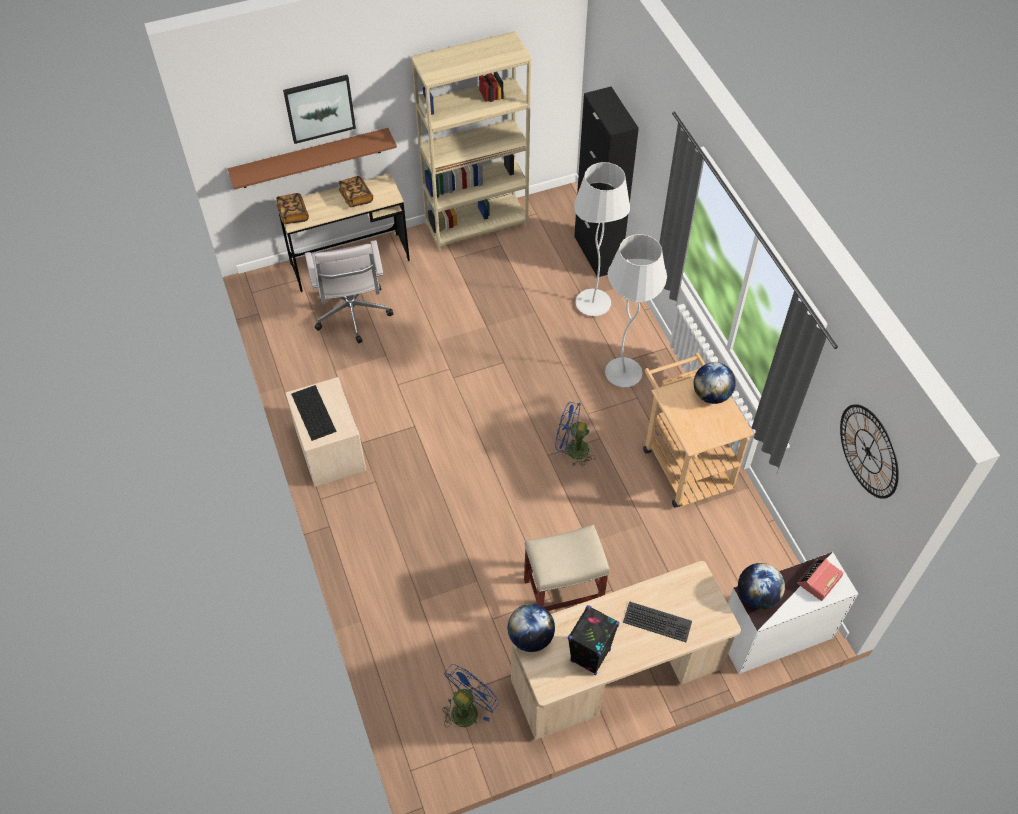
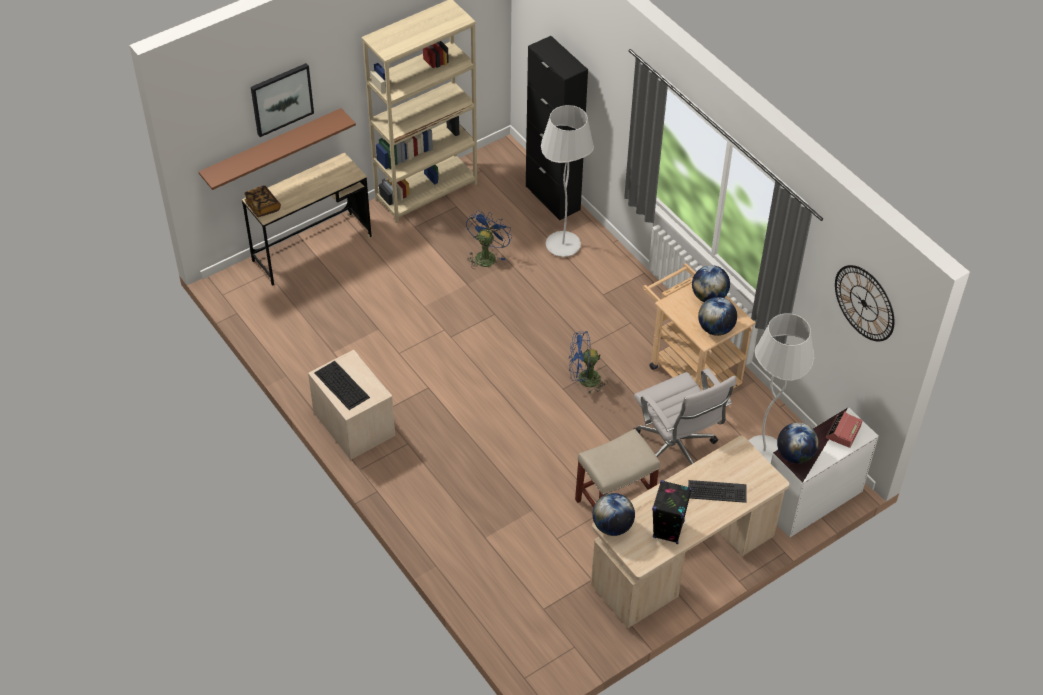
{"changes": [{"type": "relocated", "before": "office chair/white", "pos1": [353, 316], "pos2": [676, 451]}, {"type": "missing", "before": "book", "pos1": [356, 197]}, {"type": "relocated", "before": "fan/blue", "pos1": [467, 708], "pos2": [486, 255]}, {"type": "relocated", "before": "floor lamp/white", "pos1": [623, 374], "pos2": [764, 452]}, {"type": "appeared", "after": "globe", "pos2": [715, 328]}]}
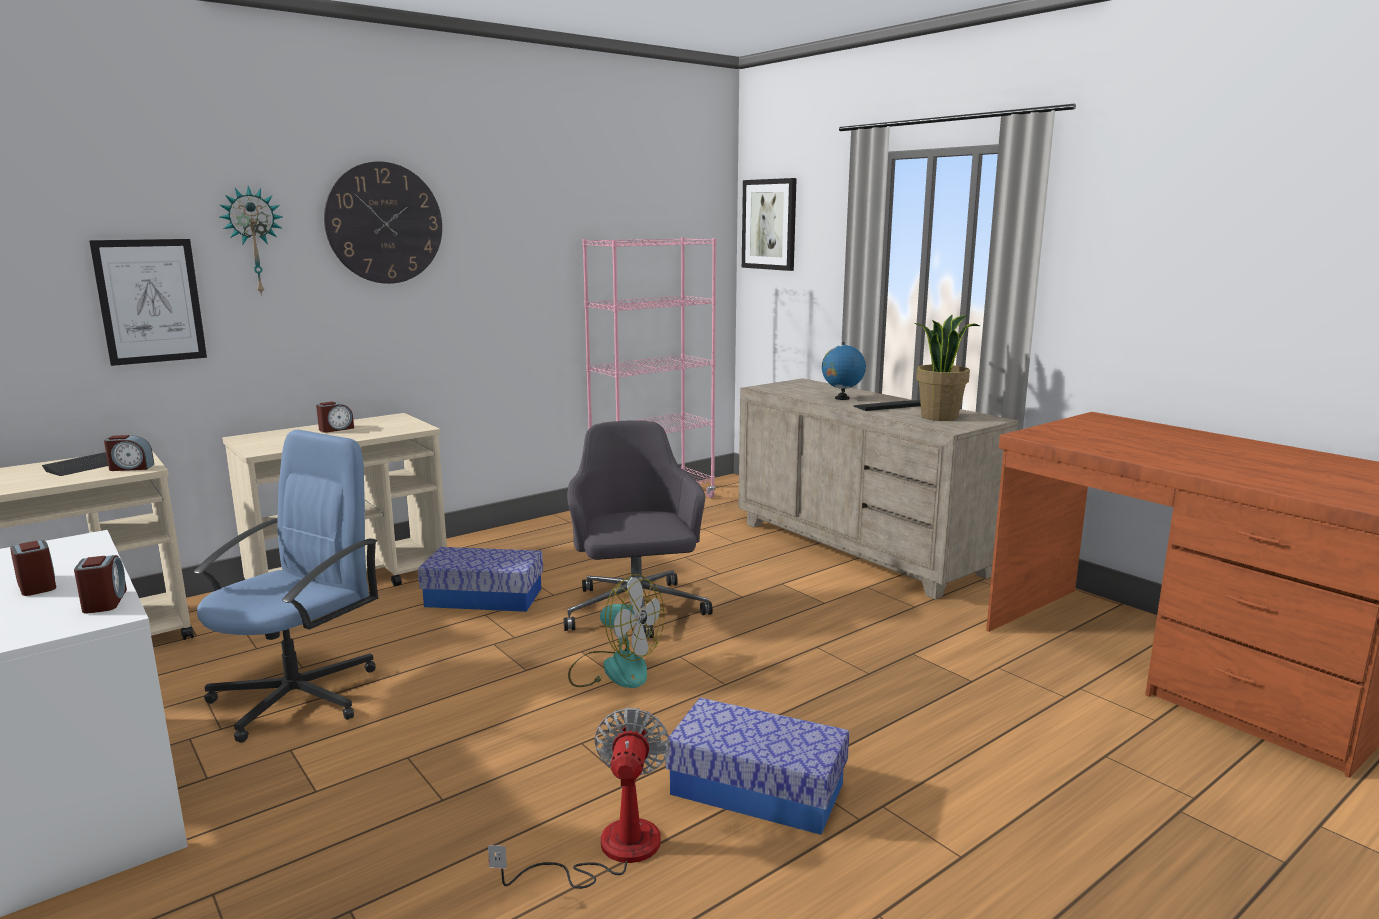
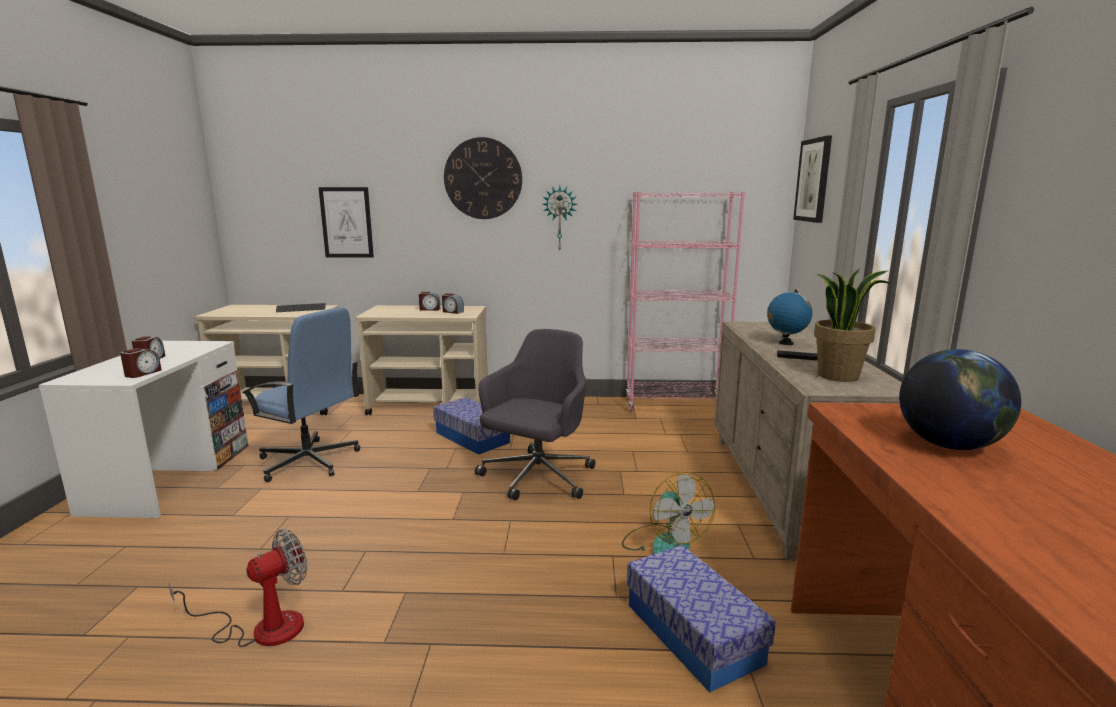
{"changes": [{"type": "relocated", "before": "alarm clock", "pos1": [131, 468], "pos2": [452, 312]}, {"type": "spun", "before": "office chair/blue", "pos1": [298, 696], "pos2": [309, 461], "turn": 45}, {"type": "relocated", "before": "wall clock", "pos1": [253, 241], "pos2": [559, 218]}, {"type": "relocated", "before": "fan", "pos1": [614, 668], "pos2": [664, 544]}, {"type": "relocated", "before": "storage box", "pos1": [756, 789], "pos2": [692, 633]}, {"type": "appeared", "after": "globe", "pos2": [949, 445]}]}
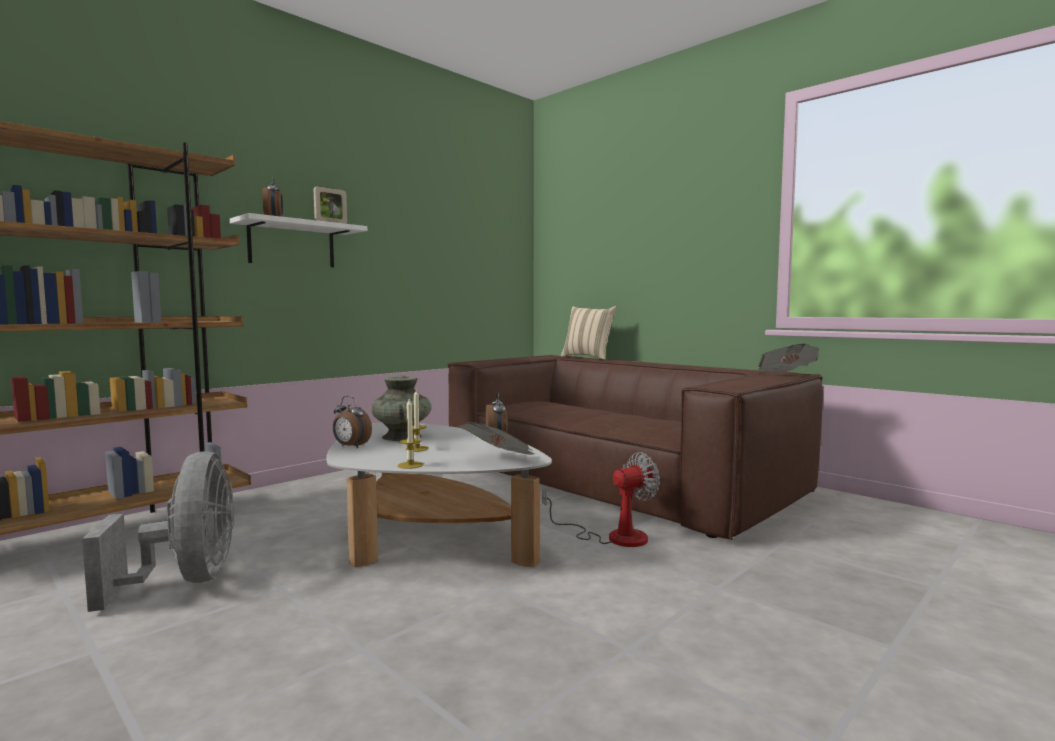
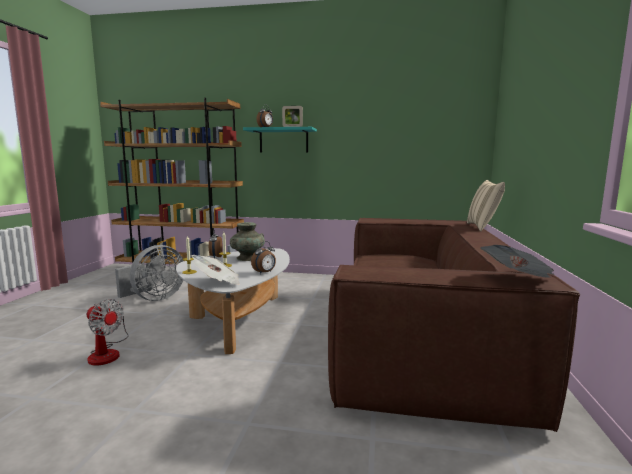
{"changes": [{"type": "colour", "before": "shelf/white", "after": "shelf/turquoise", "pos1": [292, 245], "pos2": [283, 140]}, {"type": "relocated", "before": "fan", "pos1": [613, 537], "pos2": [107, 353]}]}
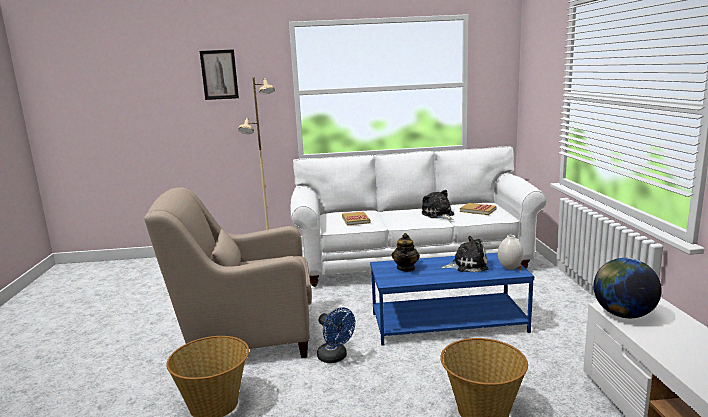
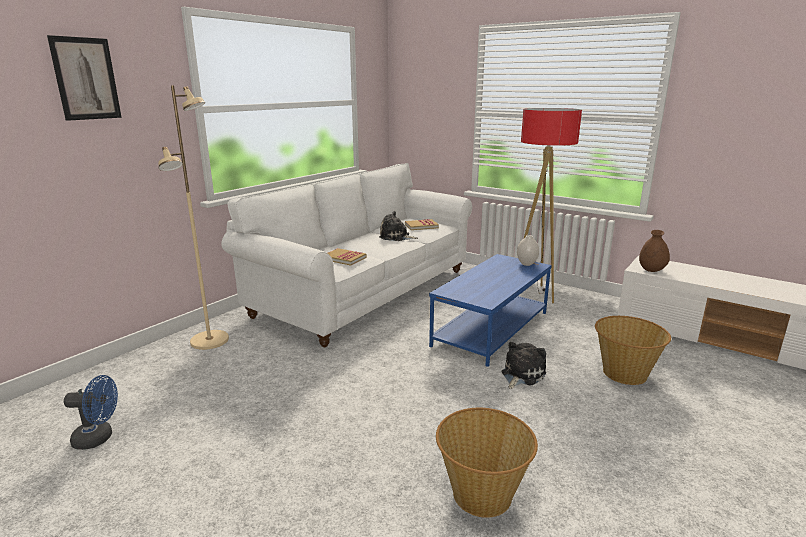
{"changes": [{"type": "missing", "before": "armchair/beige", "pos1": [246, 337]}, {"type": "relocated", "before": "fan/blue", "pos1": [335, 358], "pos2": [99, 438]}, {"type": "missing", "before": "teapot", "pos1": [406, 268]}, {"type": "relocated", "before": "plush toy", "pos1": [467, 265], "pos2": [521, 374]}, {"type": "exchanged", "before": "globe", "after": "vase/brown", "pos1": [623, 314], "pos2": [651, 270]}, {"type": "appeared", "after": "floor lamp", "pos2": [534, 294]}]}
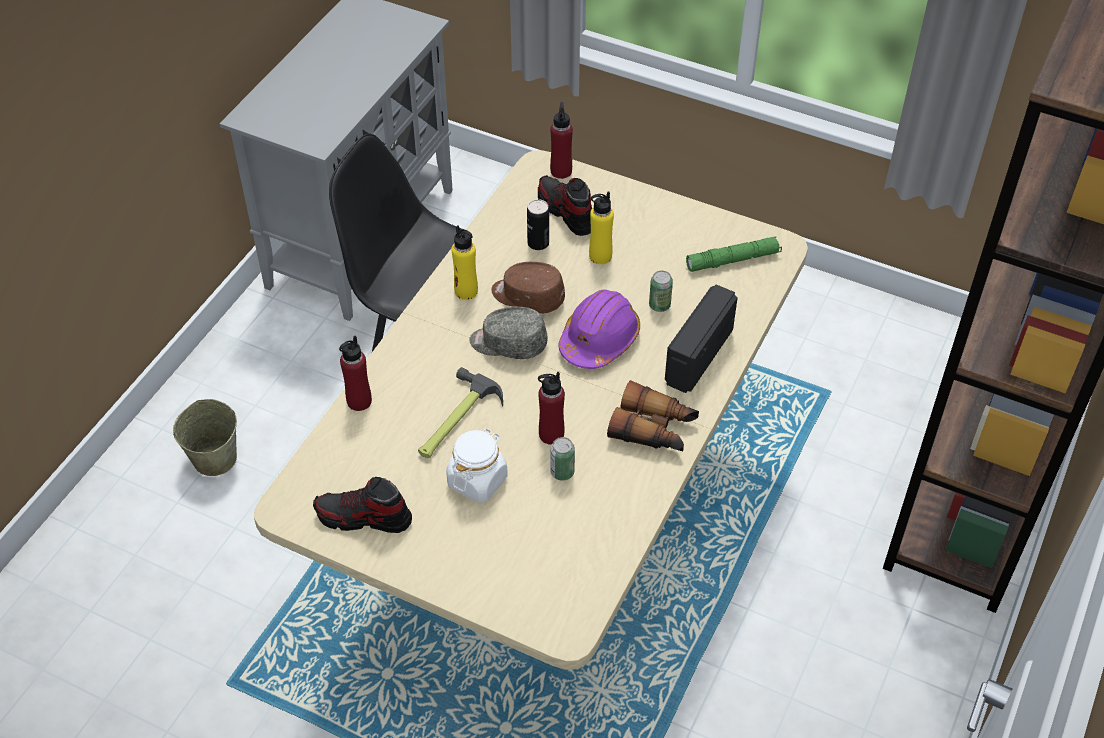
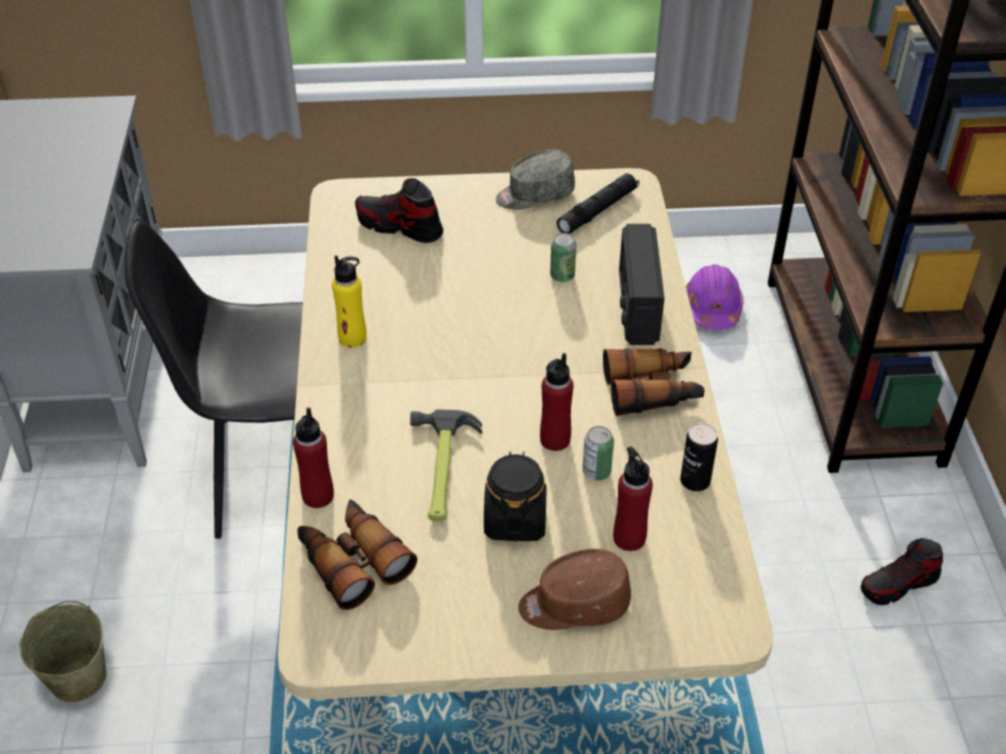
{"changes": [{"type": "relocated", "before": "shoe", "pos1": [363, 518], "pos2": [898, 584]}, {"type": "colour", "before": "jar/white", "after": "jar/black", "pos1": [477, 480], "pos2": [515, 519]}, {"type": "relocated", "before": "cap/grey", "pos1": [508, 343], "pos2": [534, 194]}, {"type": "relocated", "before": "cap/brown", "pos1": [527, 297], "pos2": [574, 604]}, {"type": "relocated", "before": "can", "pos1": [538, 243], "pos2": [695, 481]}, {"type": "relocated", "before": "bottle/red", "pos1": [561, 171], "pos2": [629, 538]}, {"type": "relocated", "before": "hard hat/purple", "pos1": [599, 340], "pos2": [712, 308]}, {"type": "missing", "before": "bottle/yellow", "pos1": [600, 256]}, {"type": "colour", "before": "flashlight/green", "after": "flashlight/black", "pos1": [733, 260], "pos2": [598, 210]}, {"type": "appeared", "after": "binoculars", "pos2": [352, 561]}]}
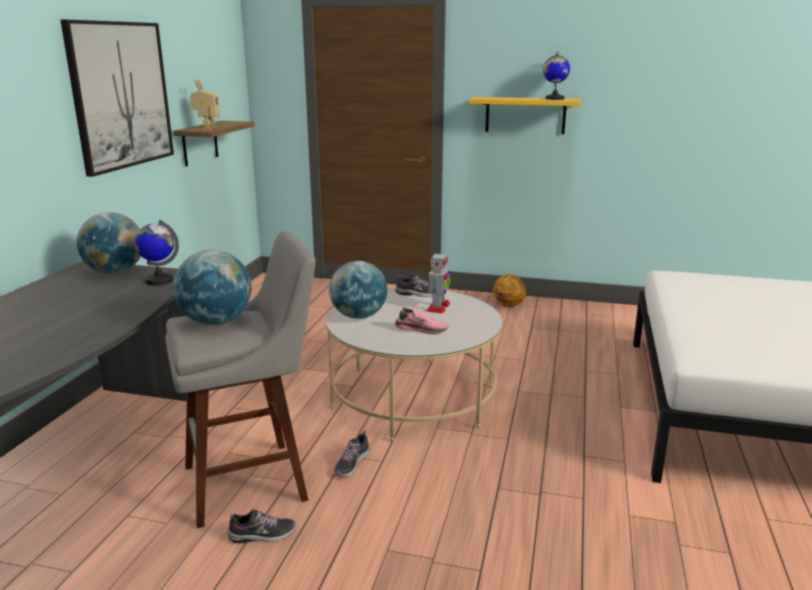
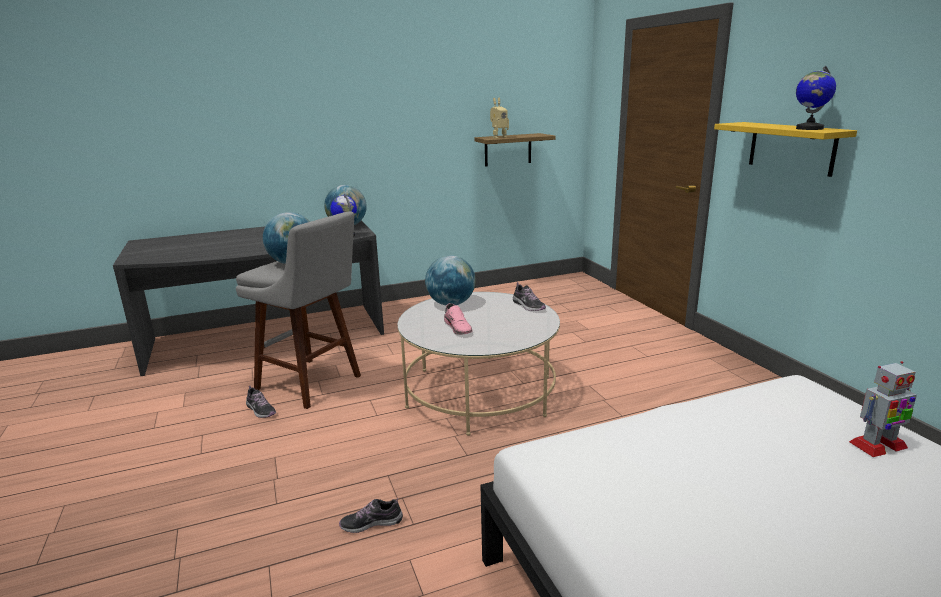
{"changes": [{"type": "missing", "before": "picture", "pos1": [121, 95]}, {"type": "relocated", "before": "shoe", "pos1": [351, 463], "pos2": [371, 523]}, {"type": "relocated", "before": "toy robot", "pos1": [438, 307], "pos2": [877, 445]}, {"type": "missing", "before": "basketball", "pos1": [509, 305]}]}
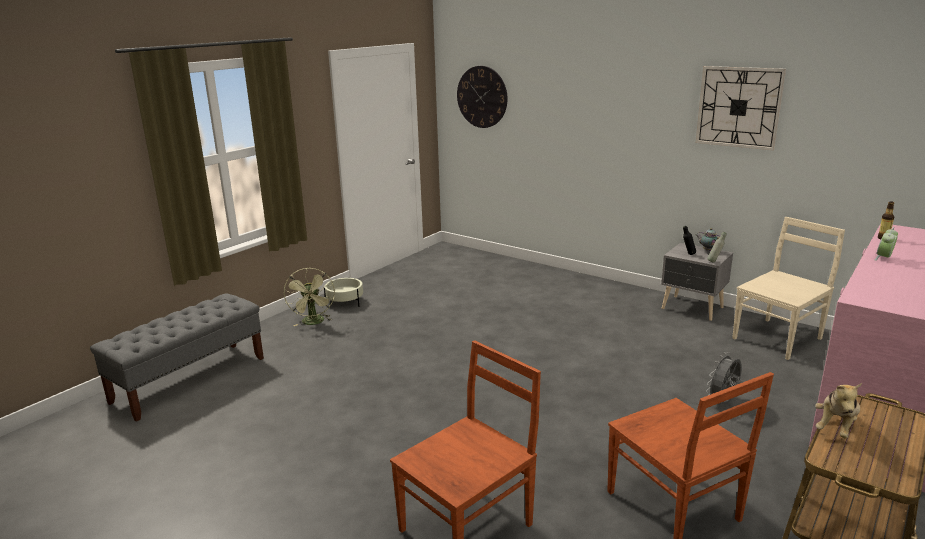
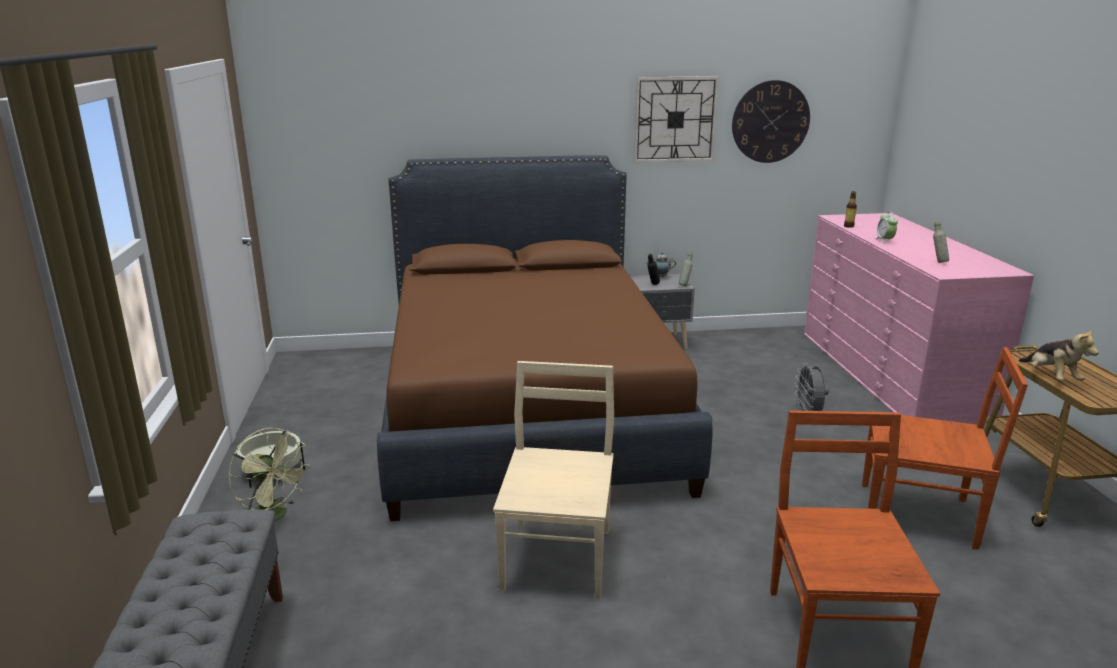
{"changes": [{"type": "relocated", "before": "wall clock", "pos1": [482, 97], "pos2": [770, 122]}, {"type": "relocated", "before": "chair/beige", "pos1": [778, 338], "pos2": [558, 556]}, {"type": "appeared", "after": "bed/brown", "pos2": [527, 409]}, {"type": "appeared", "after": "bottle/grey", "pos2": [937, 262]}]}
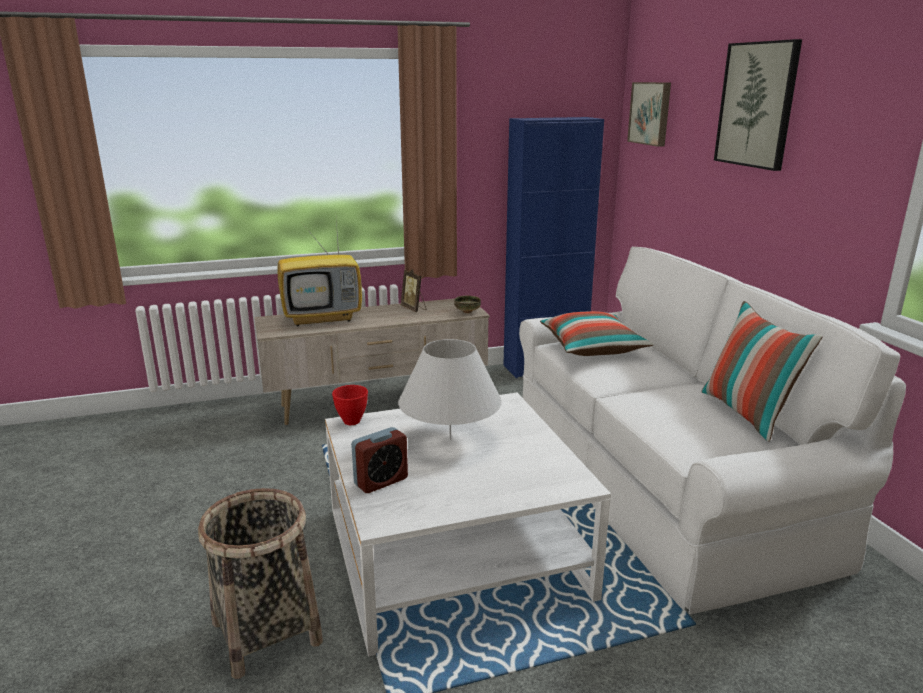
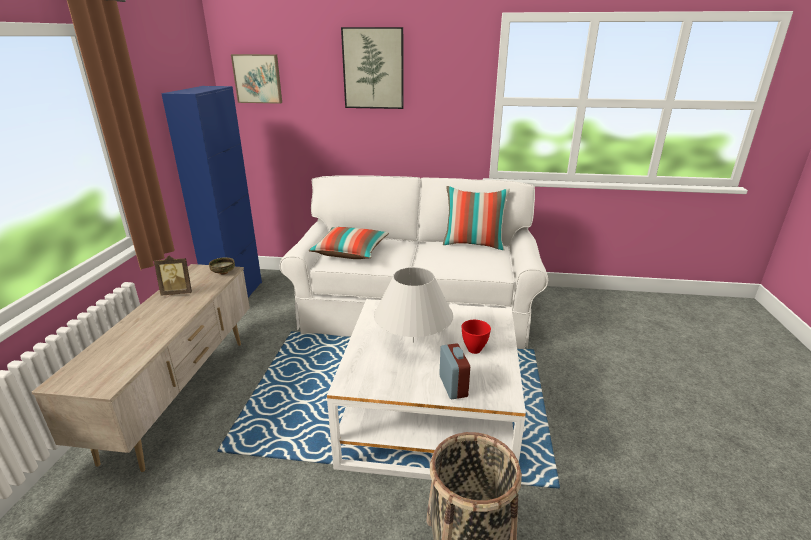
{"changes": [{"type": "missing", "before": "television", "pos1": [323, 318]}, {"type": "relocated", "before": "bowl/red", "pos1": [352, 421], "pos2": [473, 349]}]}
